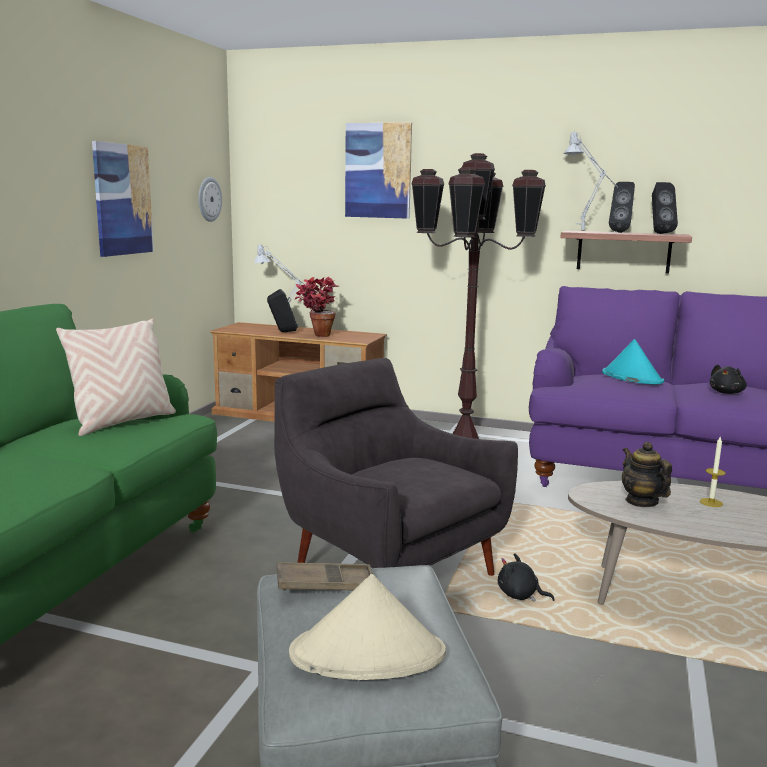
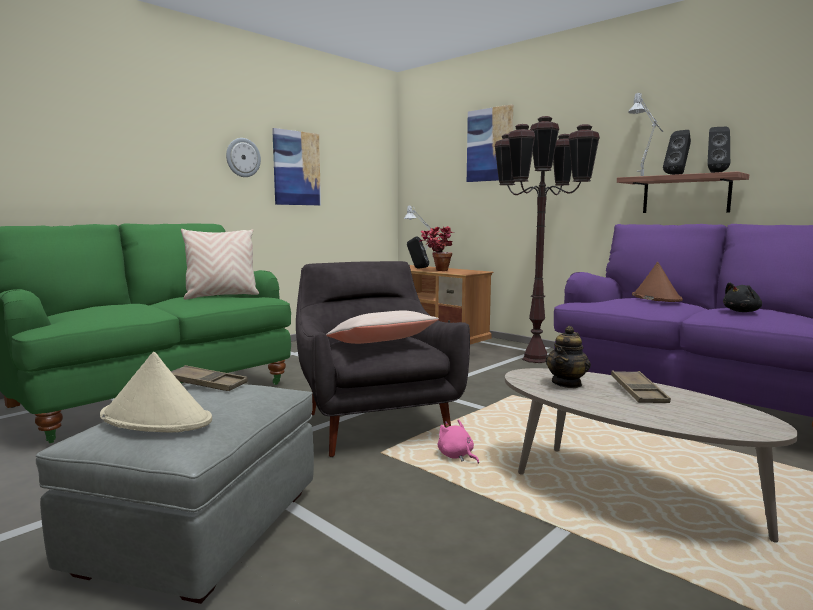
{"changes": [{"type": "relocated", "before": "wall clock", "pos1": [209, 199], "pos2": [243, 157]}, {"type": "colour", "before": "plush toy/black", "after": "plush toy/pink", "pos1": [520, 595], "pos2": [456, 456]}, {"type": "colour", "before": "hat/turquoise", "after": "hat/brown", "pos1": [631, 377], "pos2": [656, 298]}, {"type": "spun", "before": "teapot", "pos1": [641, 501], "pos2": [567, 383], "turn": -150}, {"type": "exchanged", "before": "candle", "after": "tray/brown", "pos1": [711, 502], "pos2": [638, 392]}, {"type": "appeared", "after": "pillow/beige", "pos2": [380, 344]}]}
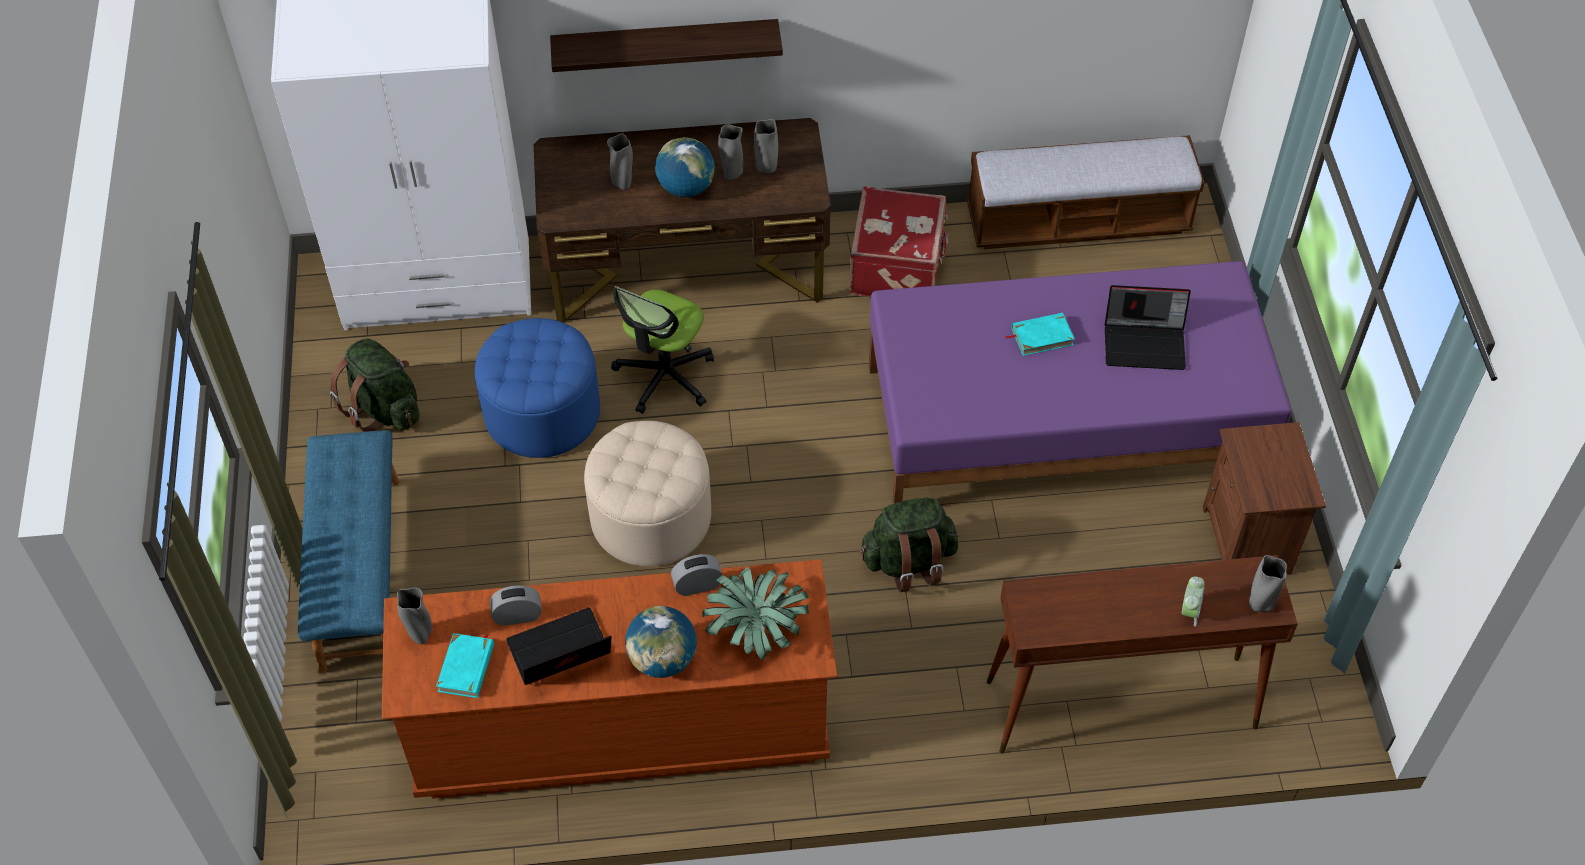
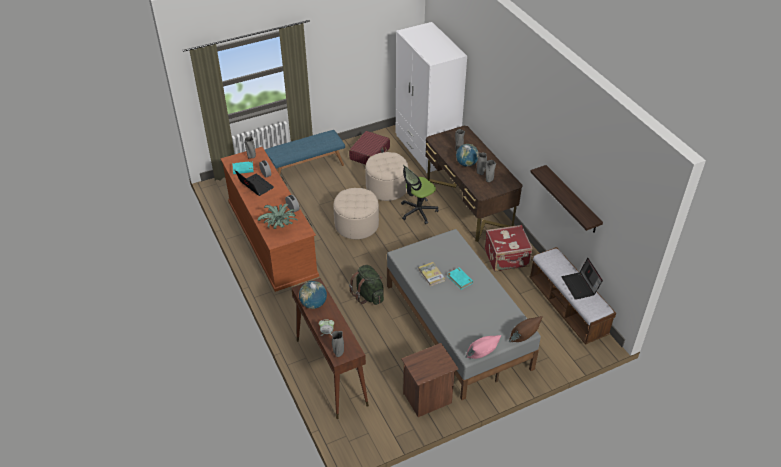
{"changes": [{"type": "exchanged", "before": "backpack/green", "after": "suitcase/red", "pos1": [384, 408], "pos2": [370, 154]}, {"type": "colour", "before": "ottoman/blue", "after": "ottoman/beige", "pos1": [542, 413], "pos2": [386, 187]}, {"type": "relocated", "before": "shelf", "pos1": [665, 45], "pos2": [572, 200]}, {"type": "spun", "before": "office chair", "pos1": [664, 376], "pos2": [418, 211], "turn": -45}, {"type": "relocated", "before": "globe", "pos1": [662, 659], "pos2": [313, 304]}, {"type": "colour", "before": "bed/purple", "after": "bed/grey", "pos1": [1065, 424], "pos2": [456, 326]}, {"type": "relocated", "before": "laptop", "pos1": [1145, 343], "pos2": [580, 286]}, {"type": "appeared", "after": "book", "pos2": [431, 275]}, {"type": "appeared", "after": "pillow/pink", "pos2": [481, 354]}, {"type": "appeared", "after": "pillow/brown", "pos2": [523, 337]}]}
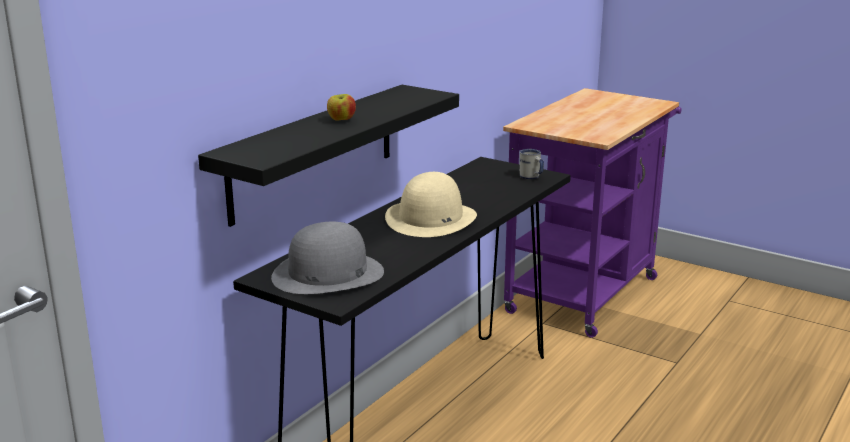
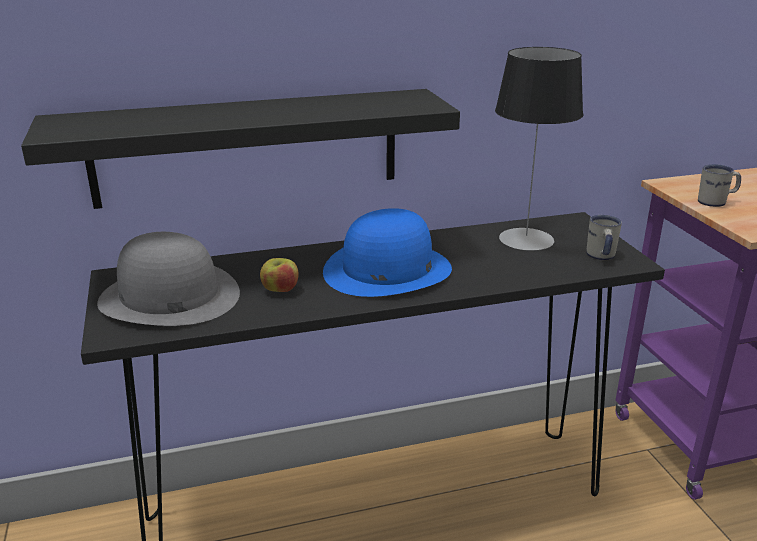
{"changes": [{"type": "relocated", "before": "apple", "pos1": [341, 120], "pos2": [280, 290]}, {"type": "colour", "before": "hat/beige", "after": "hat/blue", "pos1": [431, 218], "pos2": [387, 270]}, {"type": "appeared", "after": "table lamp", "pos2": [526, 239]}, {"type": "appeared", "after": "mug/white", "pos2": [716, 202]}]}
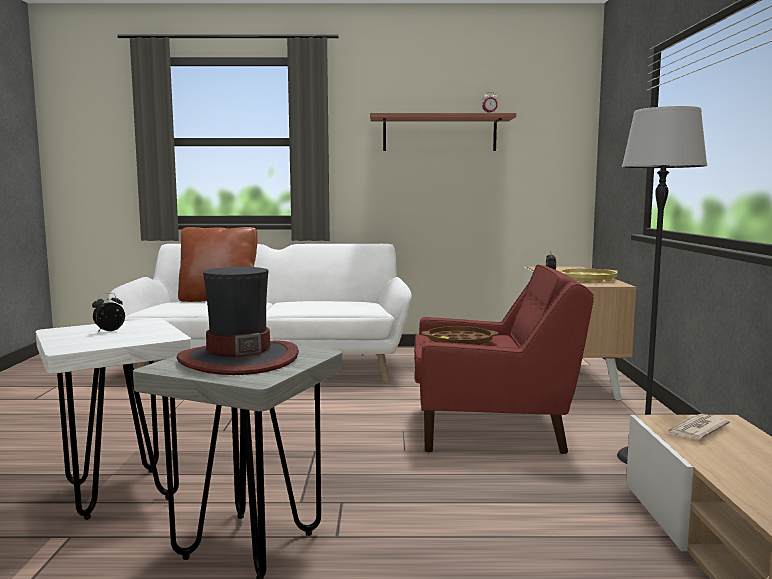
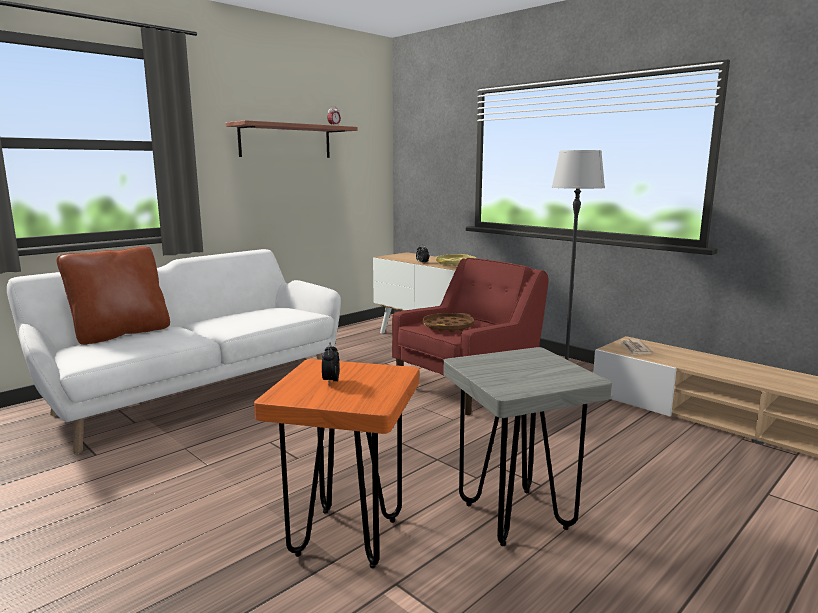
{"changes": [{"type": "colour", "before": "stool/white", "after": "stool/orange", "pos1": [121, 493], "pos2": [346, 537]}, {"type": "missing", "before": "hat", "pos1": [238, 359]}]}
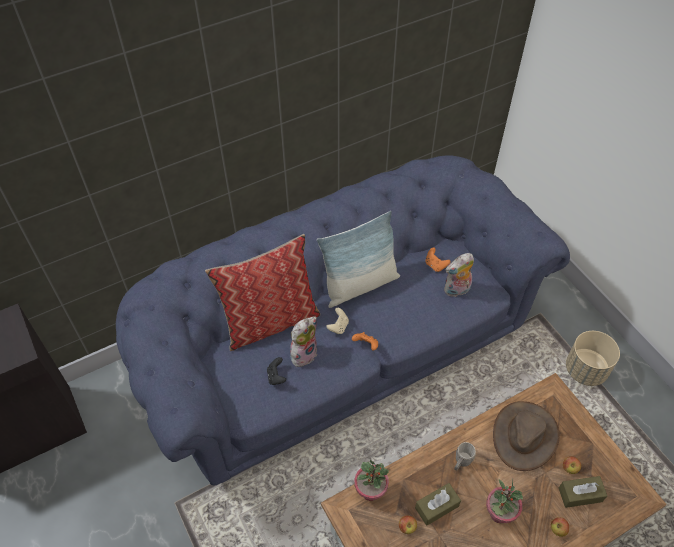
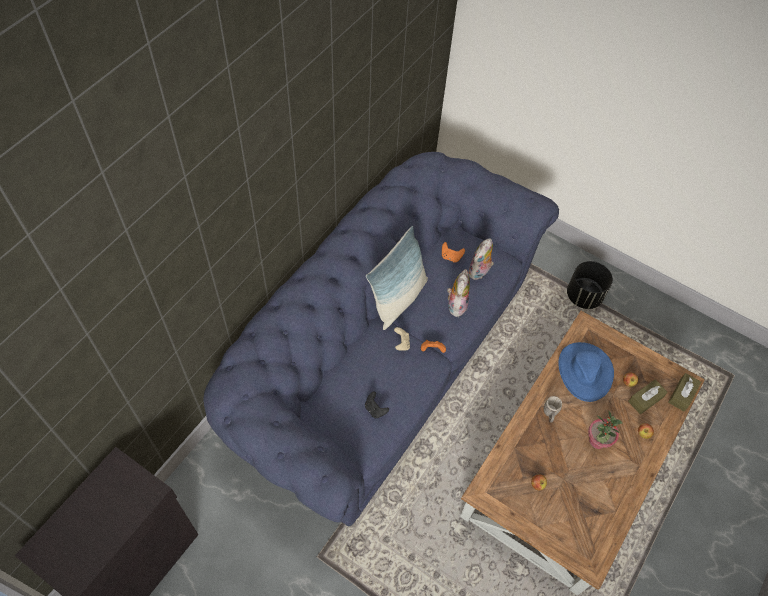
{"changes": [{"type": "missing", "before": "pillow", "pos1": [270, 321]}, {"type": "relocated", "before": "plush toy", "pos1": [303, 353], "pos2": [456, 304]}, {"type": "missing", "before": "potted plant", "pos1": [370, 491]}, {"type": "relocated", "before": "tissue box/brown", "pos1": [436, 507], "pos2": [682, 395]}, {"type": "colour", "before": "hat/brown", "after": "hat/blue", "pos1": [524, 435], "pos2": [584, 371]}, {"type": "colour", "before": "planter/beige", "after": "planter/black", "pos1": [586, 370], "pos2": [584, 296]}]}
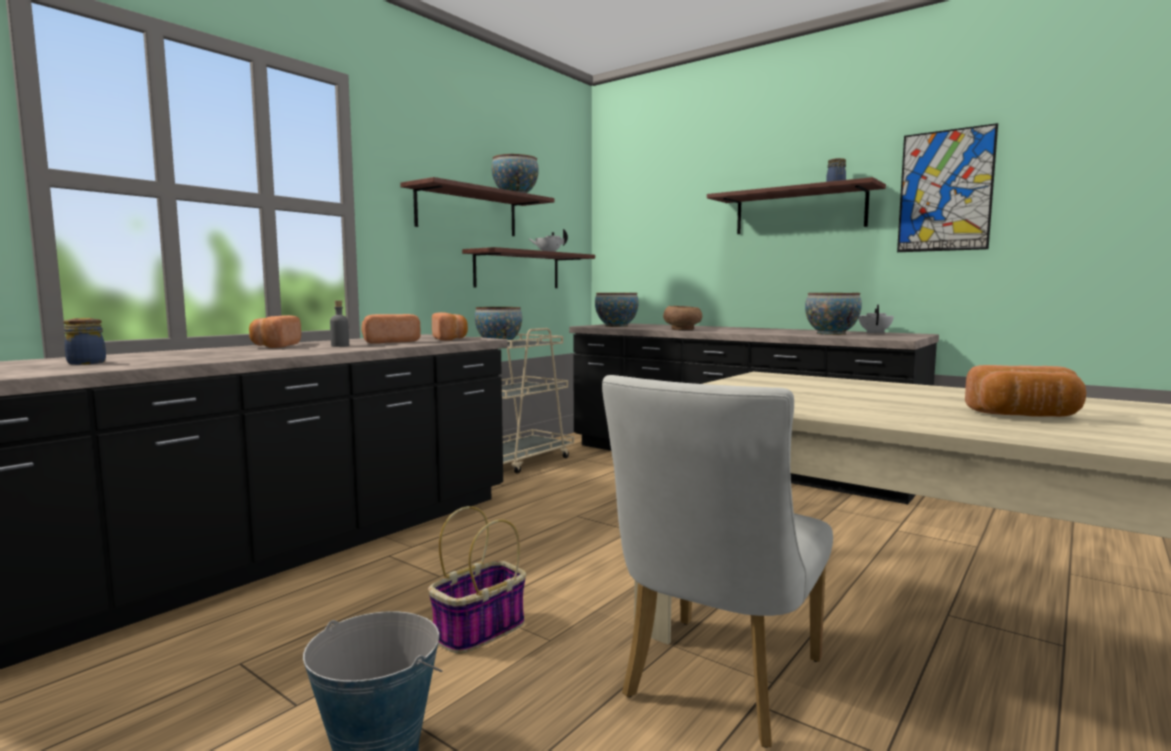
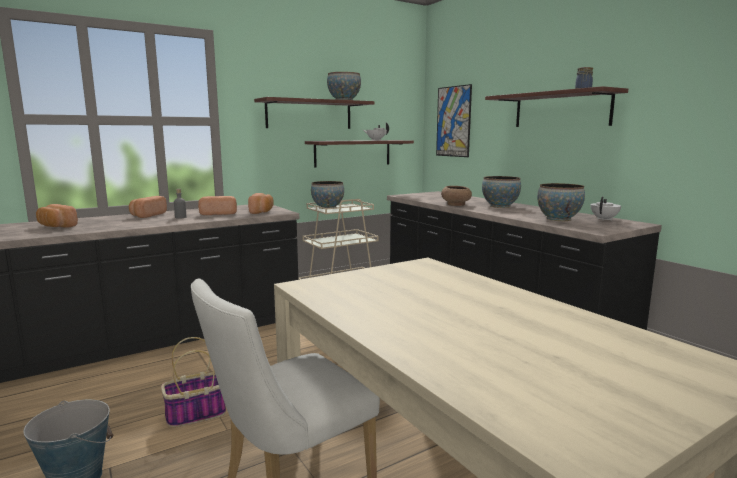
{"changes": [{"type": "missing", "before": "jar", "pos1": [85, 363]}, {"type": "relocated", "before": "bowl", "pos1": [616, 326], "pos2": [500, 206]}, {"type": "relocated", "before": "picture", "pos1": [945, 191], "pos2": [453, 121]}, {"type": "relocated", "before": "bread", "pos1": [1025, 416], "pos2": [56, 226]}]}
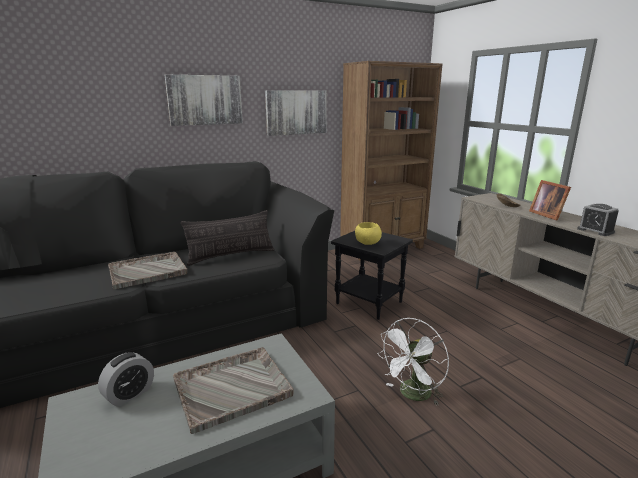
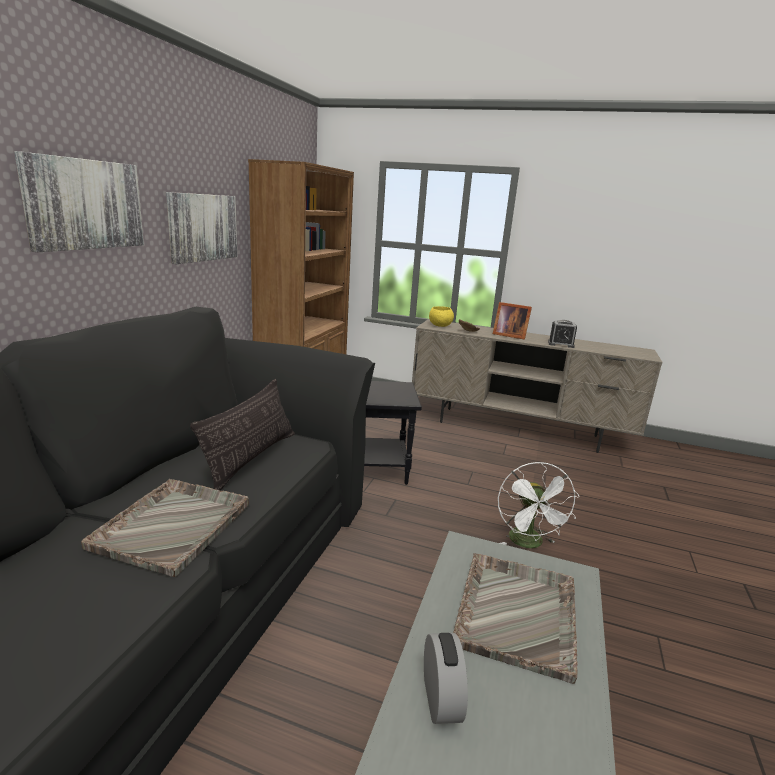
{"changes": [{"type": "relocated", "before": "bowl/yellow", "pos1": [367, 243], "pos2": [439, 325]}]}
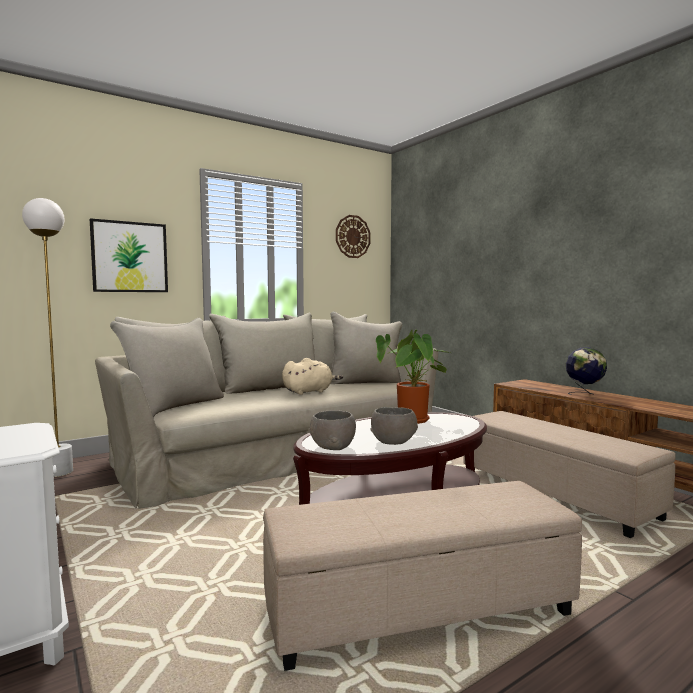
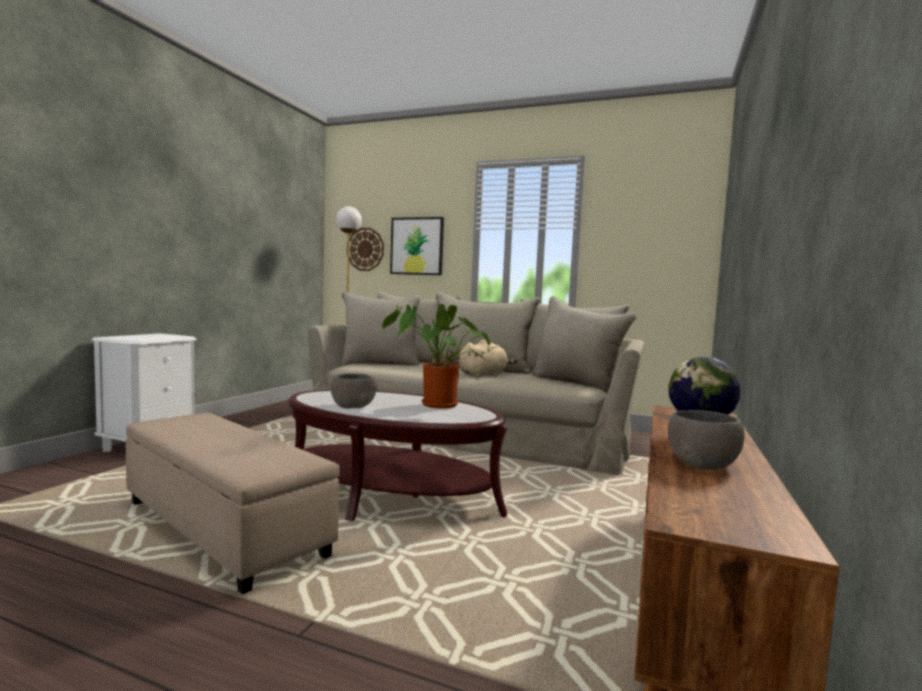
{"changes": [{"type": "spun", "before": "plush toy/beige", "pos1": [309, 392], "pos2": [484, 375], "turn": -60}, {"type": "relocated", "before": "bowl/grey", "pos1": [332, 446], "pos2": [701, 463]}, {"type": "relocated", "before": "wall clock", "pos1": [352, 236], "pos2": [365, 249]}, {"type": "missing", "before": "ottoman/beige", "pos1": [555, 494]}]}
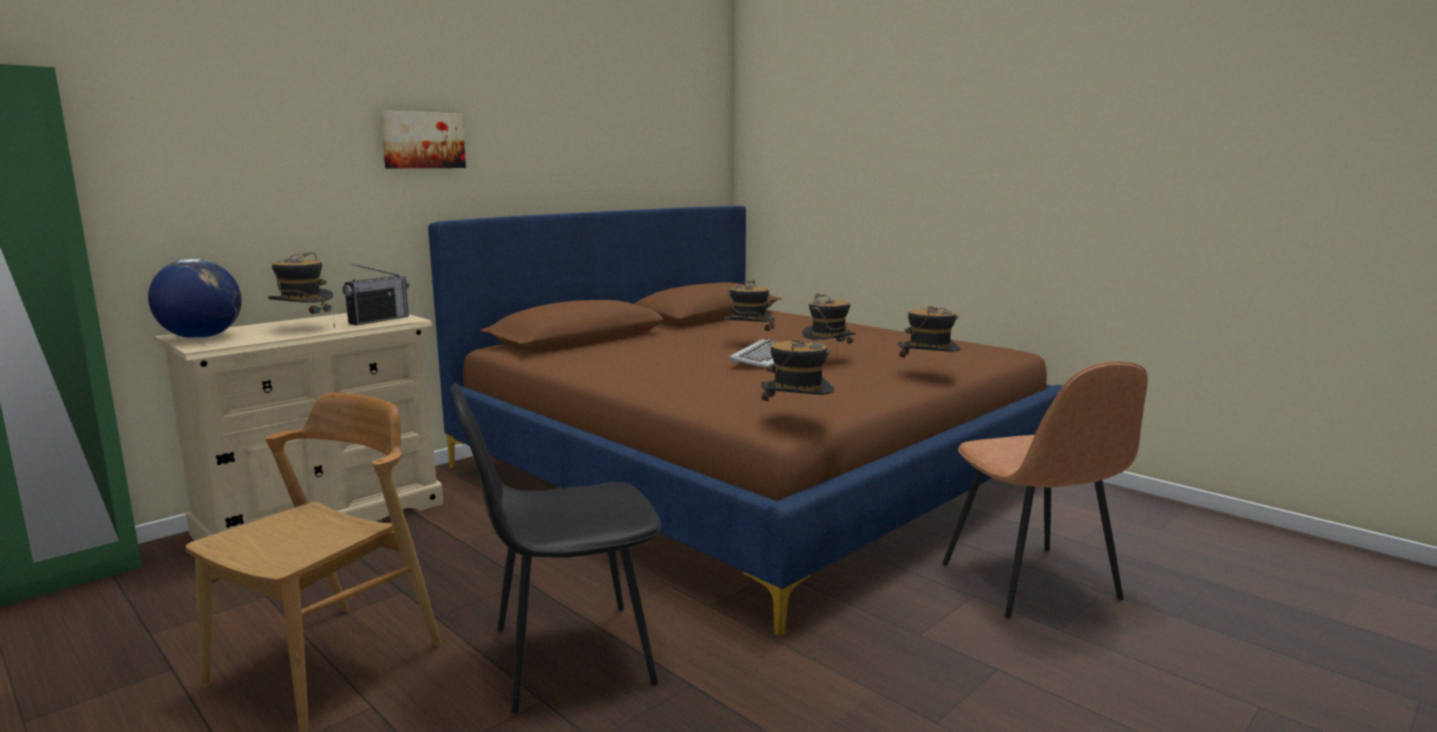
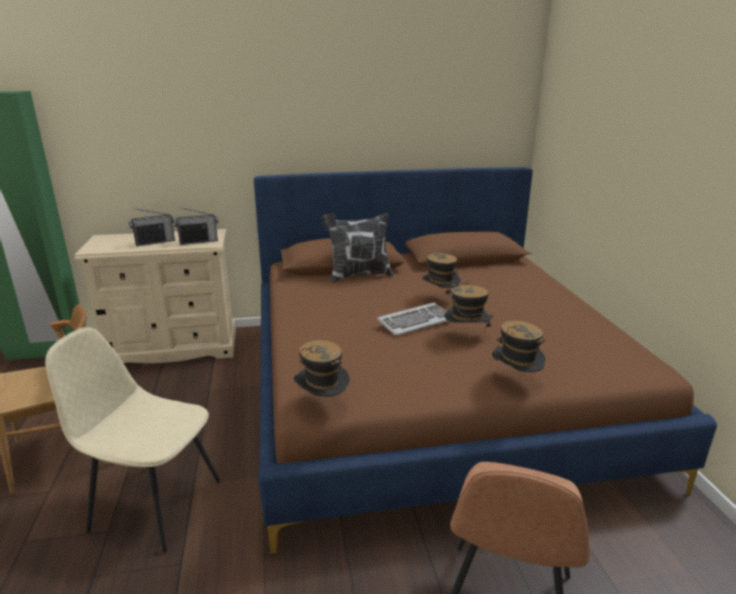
{"changes": [{"type": "missing", "before": "globe", "pos1": [201, 337]}, {"type": "exchanged", "before": "hat", "after": "radio", "pos1": [304, 328], "pos2": [155, 242]}, {"type": "missing", "before": "picture", "pos1": [422, 140]}, {"type": "colour", "before": "chair/black", "after": "chair/beige", "pos1": [567, 656], "pos2": [154, 504]}, {"type": "appeared", "after": "pillow", "pos2": [358, 275]}]}
